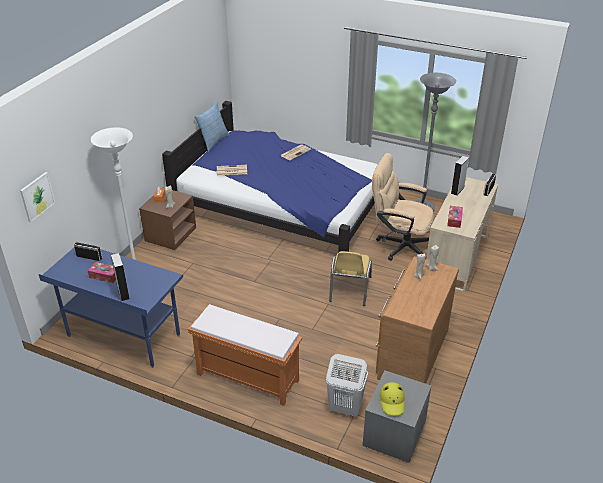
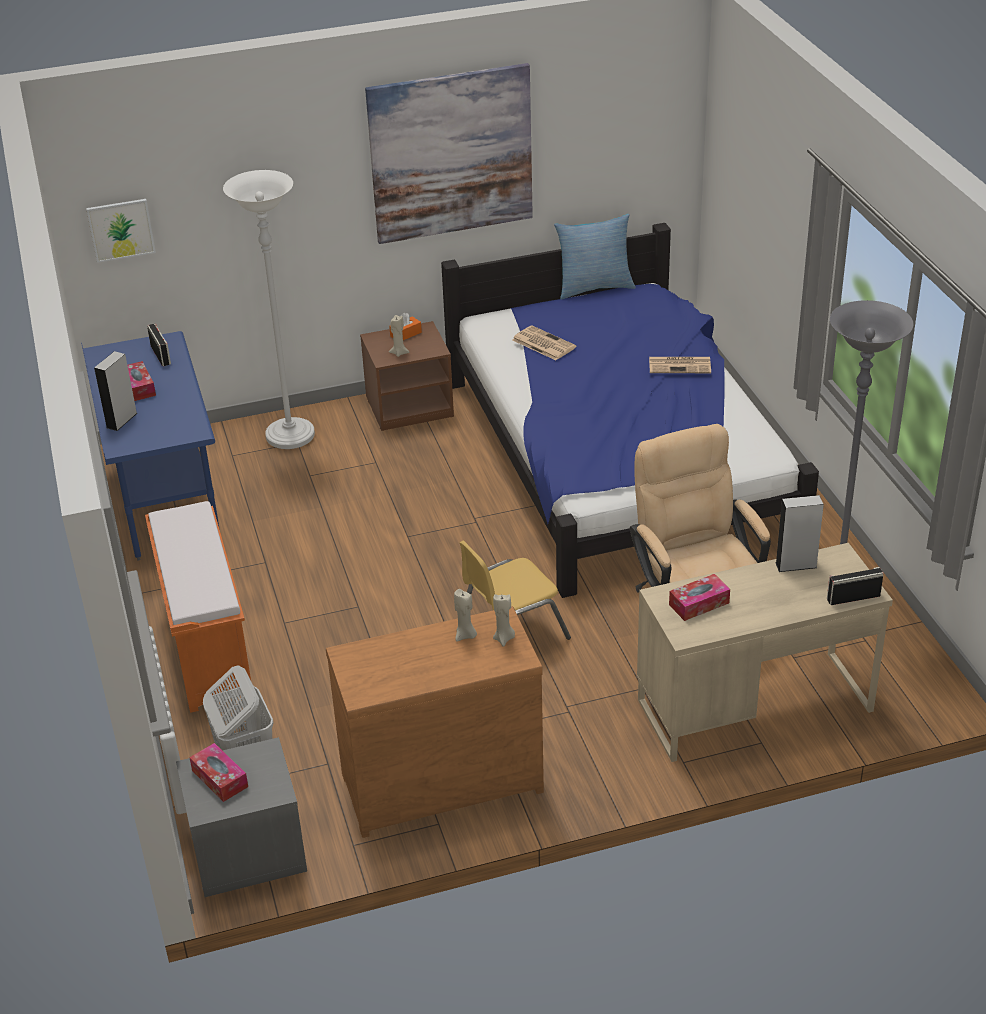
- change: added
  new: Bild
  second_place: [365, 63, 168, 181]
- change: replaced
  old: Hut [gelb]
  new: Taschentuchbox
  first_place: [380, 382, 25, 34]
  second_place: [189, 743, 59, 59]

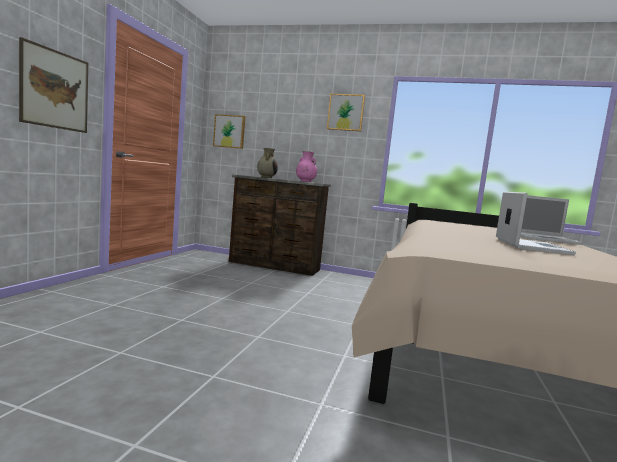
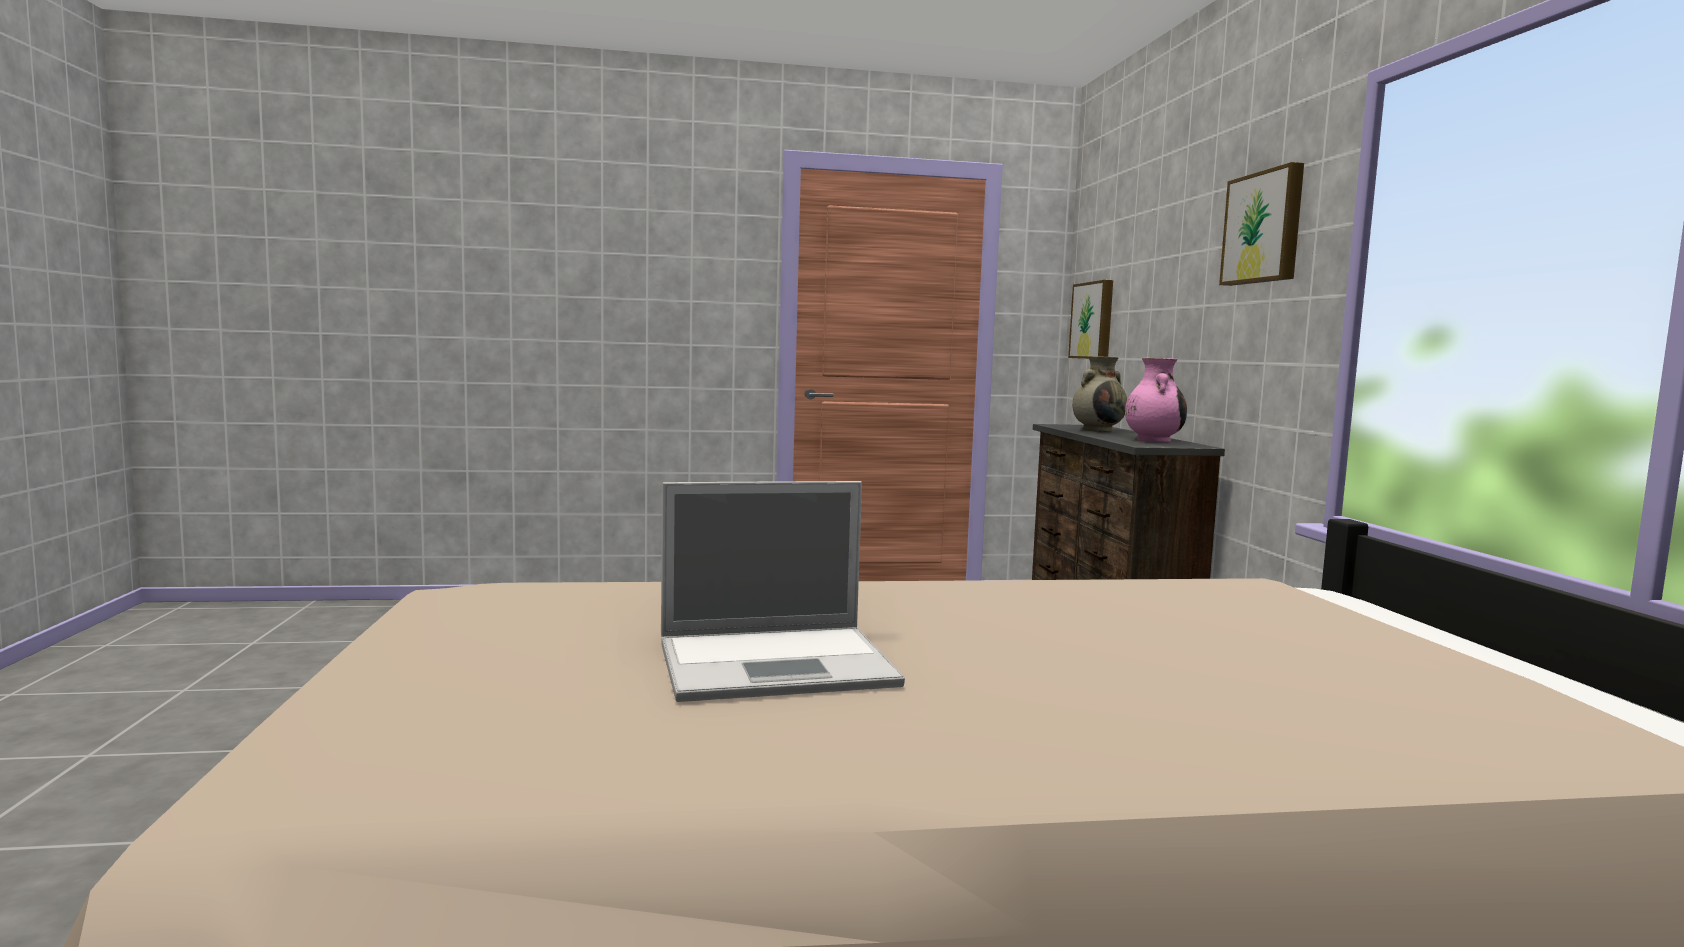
- change: removed
  old: Bild
  first_place: [19, 37, 69, 96]
- change: removed
  old: Laptop
  first_place: [520, 195, 63, 50]

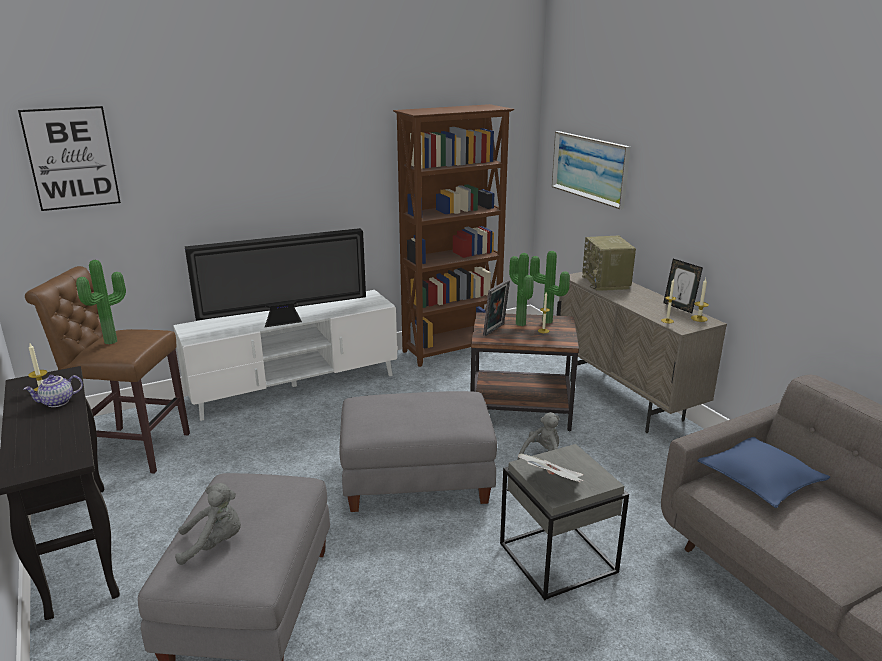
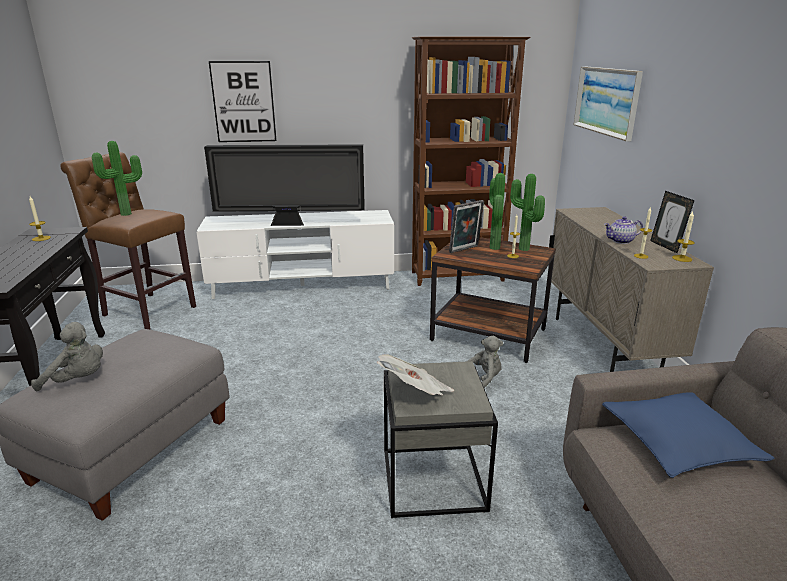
- change: removed
  old: Polsterhocker [grau]
  first_place: [340, 391, 157, 121]
- change: removed
  old: Radio
  first_place: [582, 236, 54, 55]
- change: moved
  old: Bild
  first_place: [18, 106, 103, 105]
  second_place: [209, 61, 67, 81]
- change: moved
  old: Teekanne
  first_place: [24, 375, 59, 32]
  second_place: [604, 217, 39, 27]

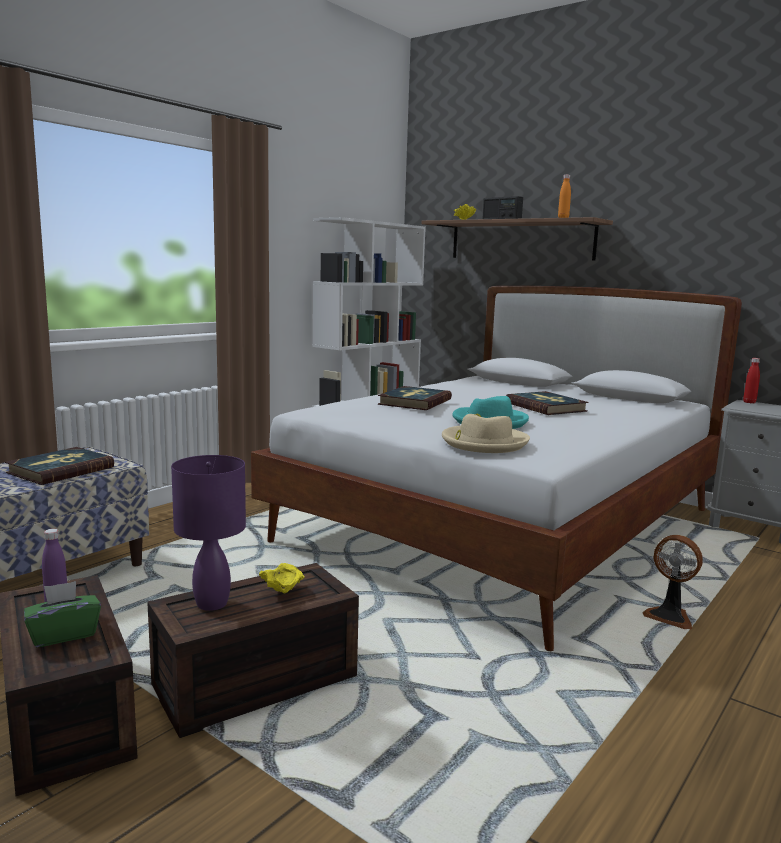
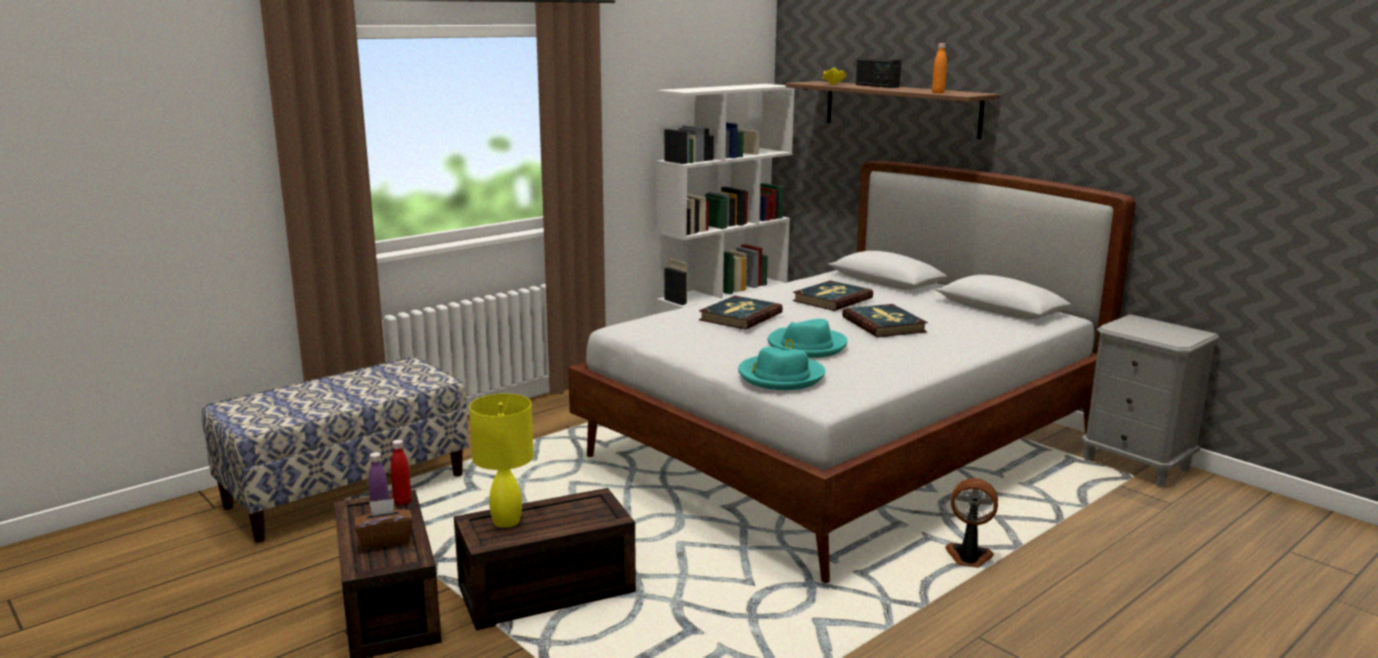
- change: removed
  old: Schüssel [gelb]
  first_place: [259, 563, 46, 30]
- change: moved
  old: Buch
  first_place: [5, 447, 109, 38]
  second_place: [793, 280, 80, 31]
- change: moved
  old: Flasche [rot]
  first_place: [743, 358, 17, 45]
  second_place: [391, 440, 20, 65]
- change: recoloured
  old: Taschentuchbox [grün]
  new: Taschentuchbox [braun]
  first_place: [24, 581, 77, 66]
  second_place: [355, 498, 58, 52]
- change: recoloured
  old: Tischlampe [lila]
  new: Tischlampe [gelb]
  first_place: [171, 455, 75, 156]
  second_place: [469, 394, 65, 134]
- change: recoloured
  old: Hut [beige]
  new: Hut [türkis]
  first_place: [442, 414, 88, 39]
  second_place: [738, 347, 88, 43]
- change: turned
  old: Ventilator
  first_place: [643, 535, 59, 95]
  second_place: [945, 478, 53, 90]
  degrees: 150

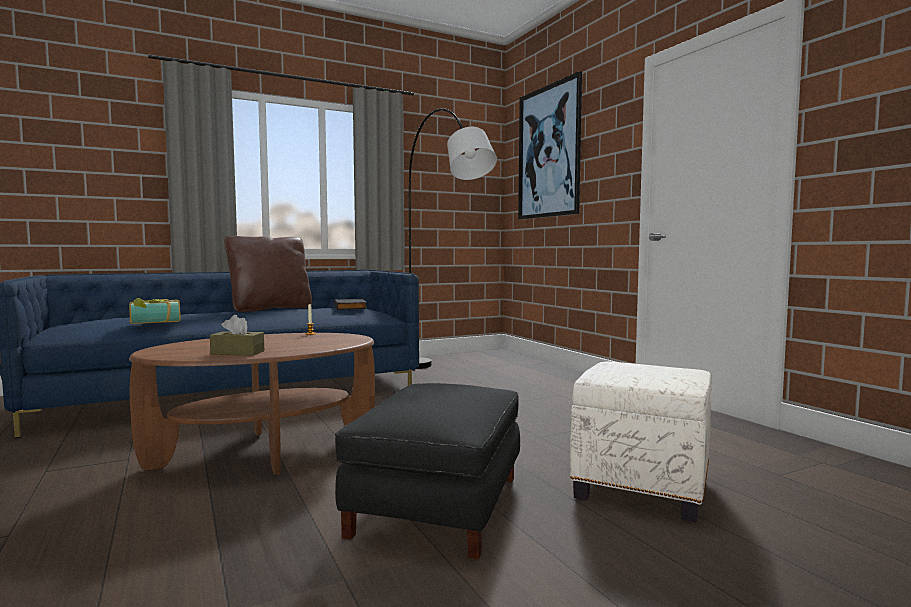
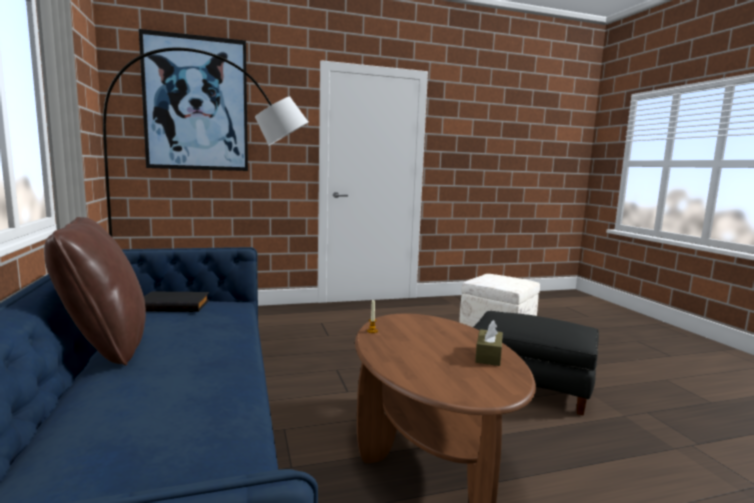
- change: removed
  old: Buch
  first_place: [129, 298, 52, 26]

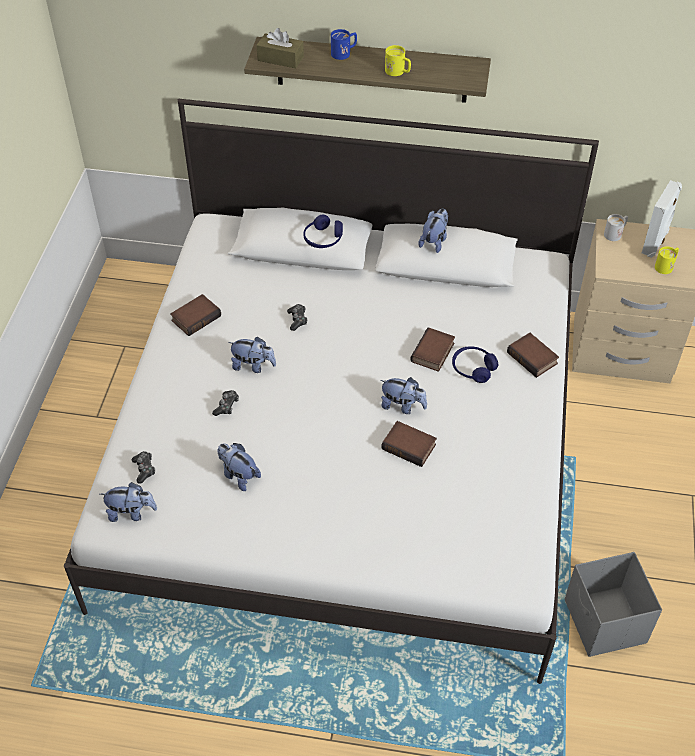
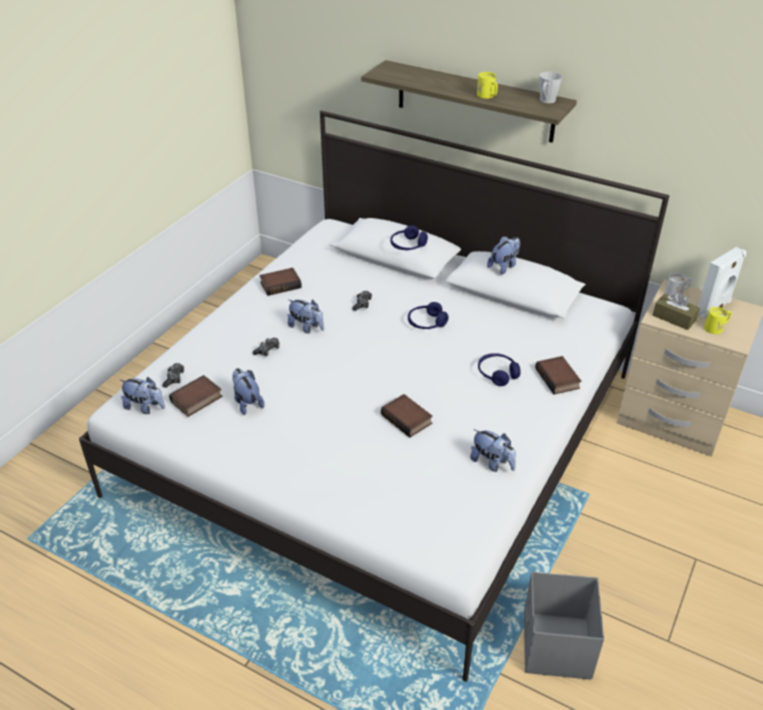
- change: removed
  old: Henkelbecher [blau]
  first_place: [331, 29, 26, 31]
- change: added
  new: Kopfhörer [blau]
  second_place: [408, 302, 41, 27]
- change: added
  new: Henkelbecher [grau]
  second_place: [539, 71, 23, 32]
- change: moved
  old: Taschentuchbox [braun]
  first_place: [257, 28, 47, 40]
  second_place: [653, 292, 47, 38]
- change: moved
  old: Plüschtier
  first_place: [380, 377, 47, 37]
  second_place: [470, 429, 46, 43]
- change: moved
  old: Buch
  first_place: [410, 327, 45, 45]
  second_place: [169, 375, 54, 42]

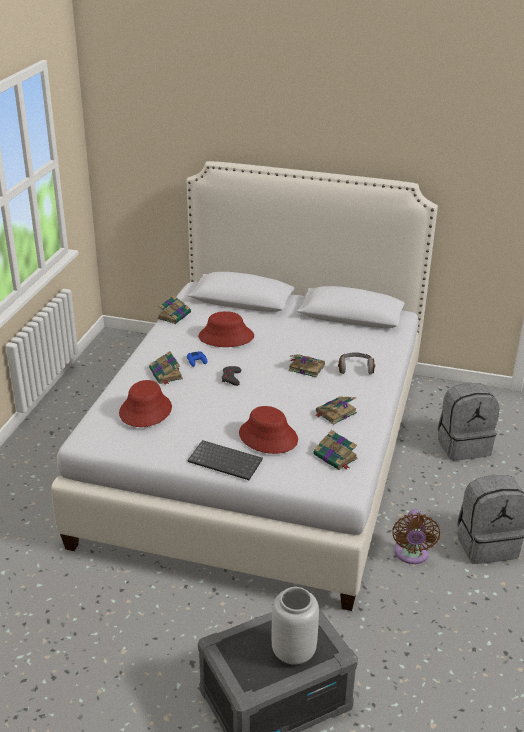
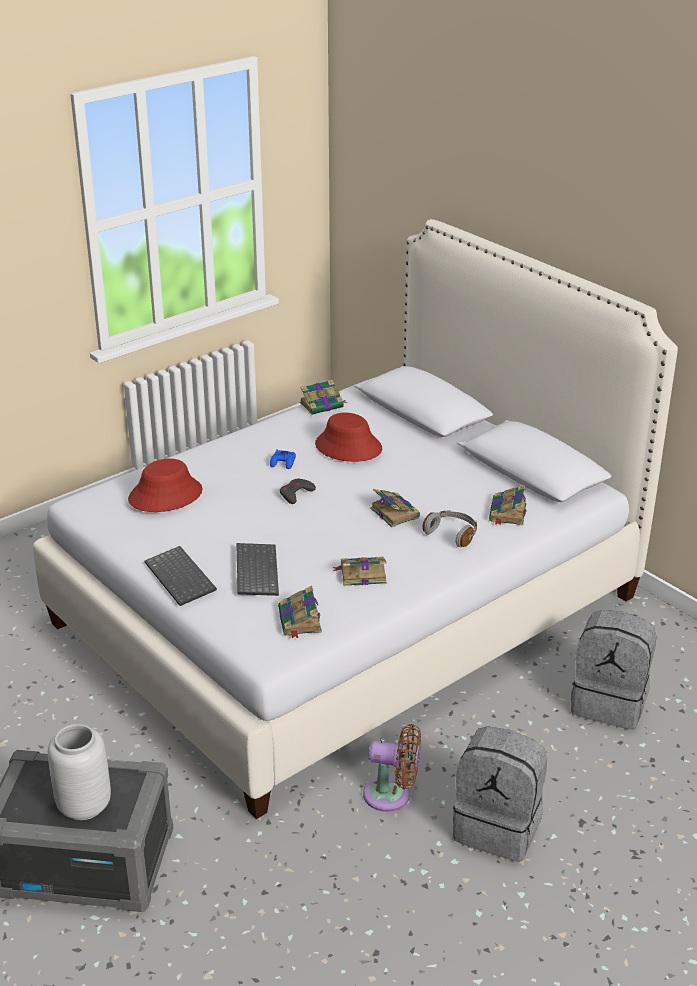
- change: moved
  old: Buch
  first_place: [149, 351, 34, 34]
  second_place: [489, 485, 38, 40]
- change: replaced
  old: Hut [rot]
  new: Tastatur
  first_place: [239, 406, 59, 48]
  second_place: [236, 543, 43, 53]
- change: turned
  old: Ventilator [braun]
  first_place: [392, 509, 48, 55]
  second_place: [363, 724, 58, 88]
  degrees: -120

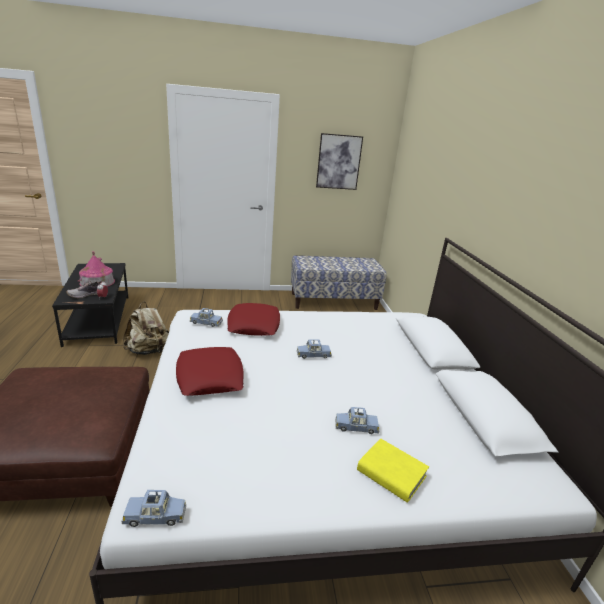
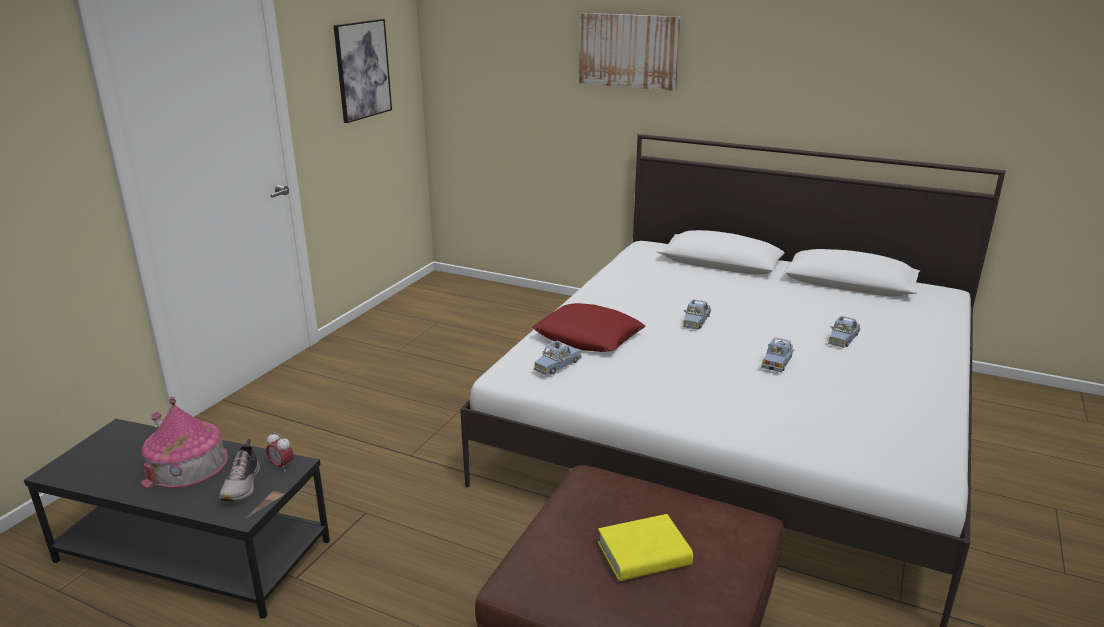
- change: removed
  old: Rucksack [beige]
  first_place: [123, 302, 46, 53]
- change: removed
  old: Kissen [rot]
  first_place: [176, 347, 67, 49]
- change: removed
  old: Bank
  first_place: [291, 255, 96, 55]
- change: added
  new: Bild
  second_place: [579, 13, 102, 78]
- change: moved
  old: Spielzeugauto [blau]
  first_place: [121, 490, 65, 37]
  second_place: [761, 337, 33, 35]
- change: moved
  old: Buch [gelb]
  first_place: [357, 438, 72, 65]
  second_place: [598, 514, 95, 67]

